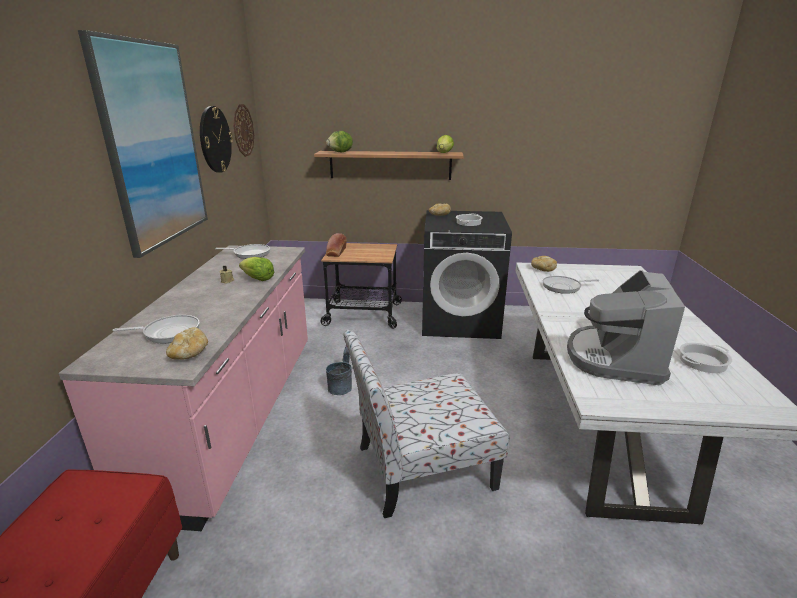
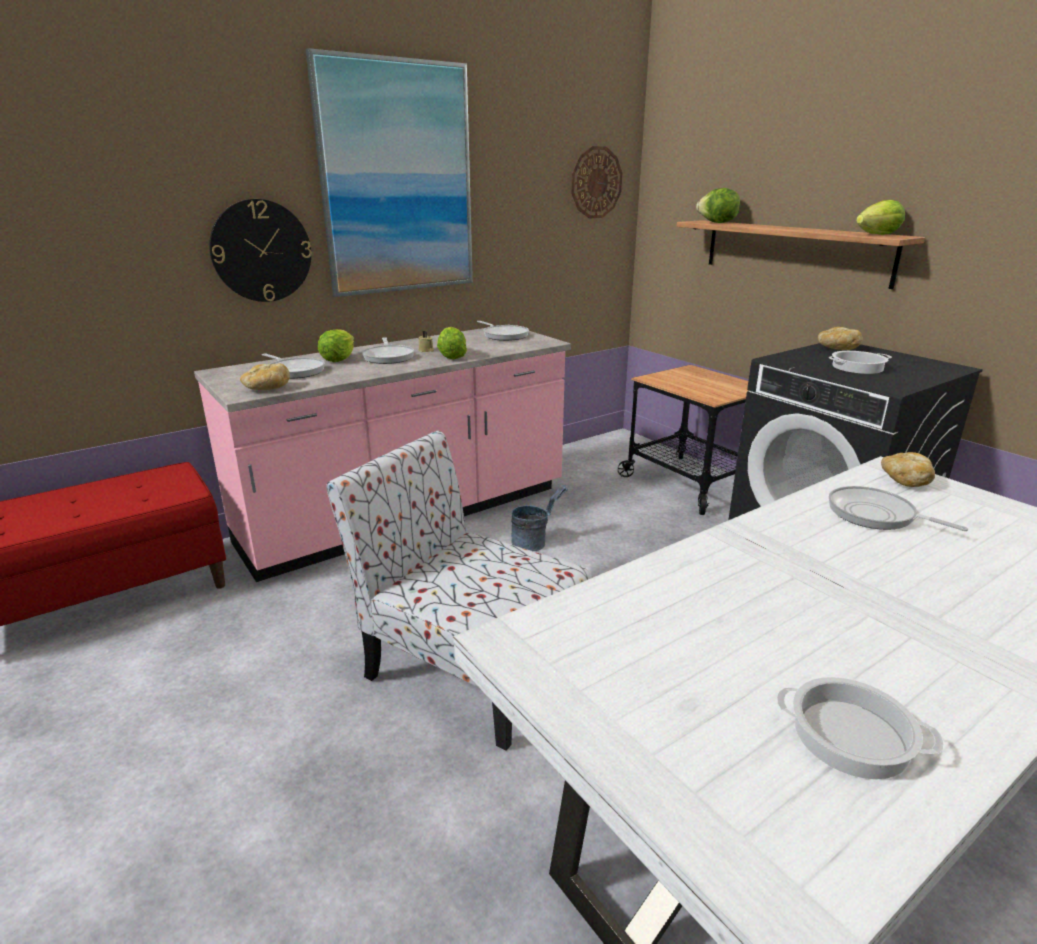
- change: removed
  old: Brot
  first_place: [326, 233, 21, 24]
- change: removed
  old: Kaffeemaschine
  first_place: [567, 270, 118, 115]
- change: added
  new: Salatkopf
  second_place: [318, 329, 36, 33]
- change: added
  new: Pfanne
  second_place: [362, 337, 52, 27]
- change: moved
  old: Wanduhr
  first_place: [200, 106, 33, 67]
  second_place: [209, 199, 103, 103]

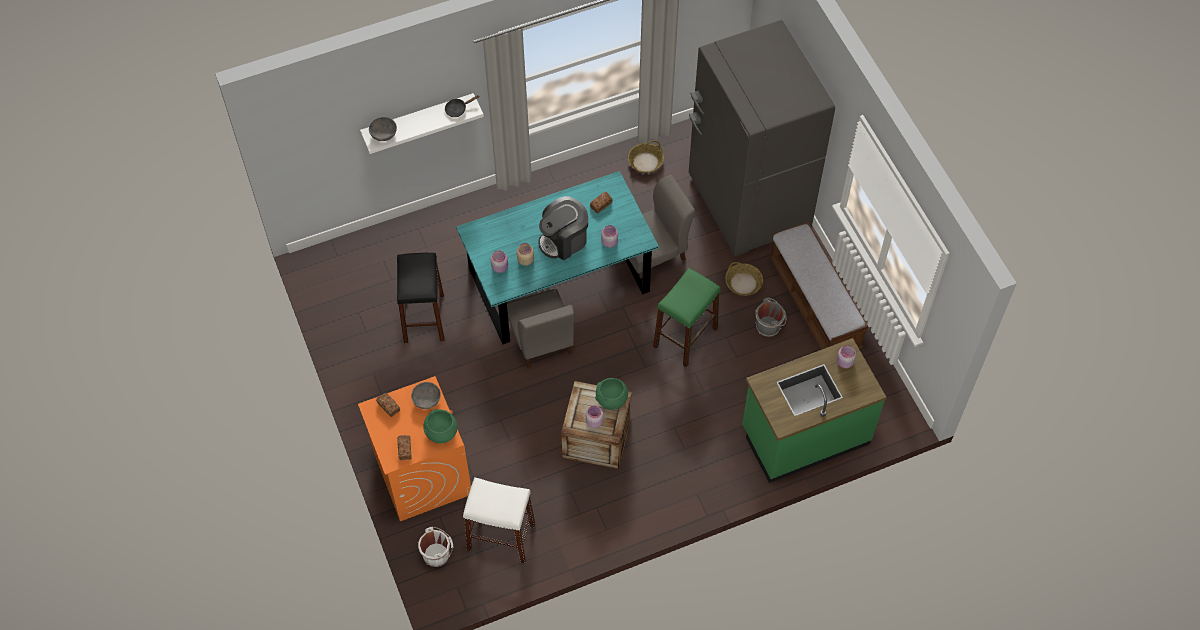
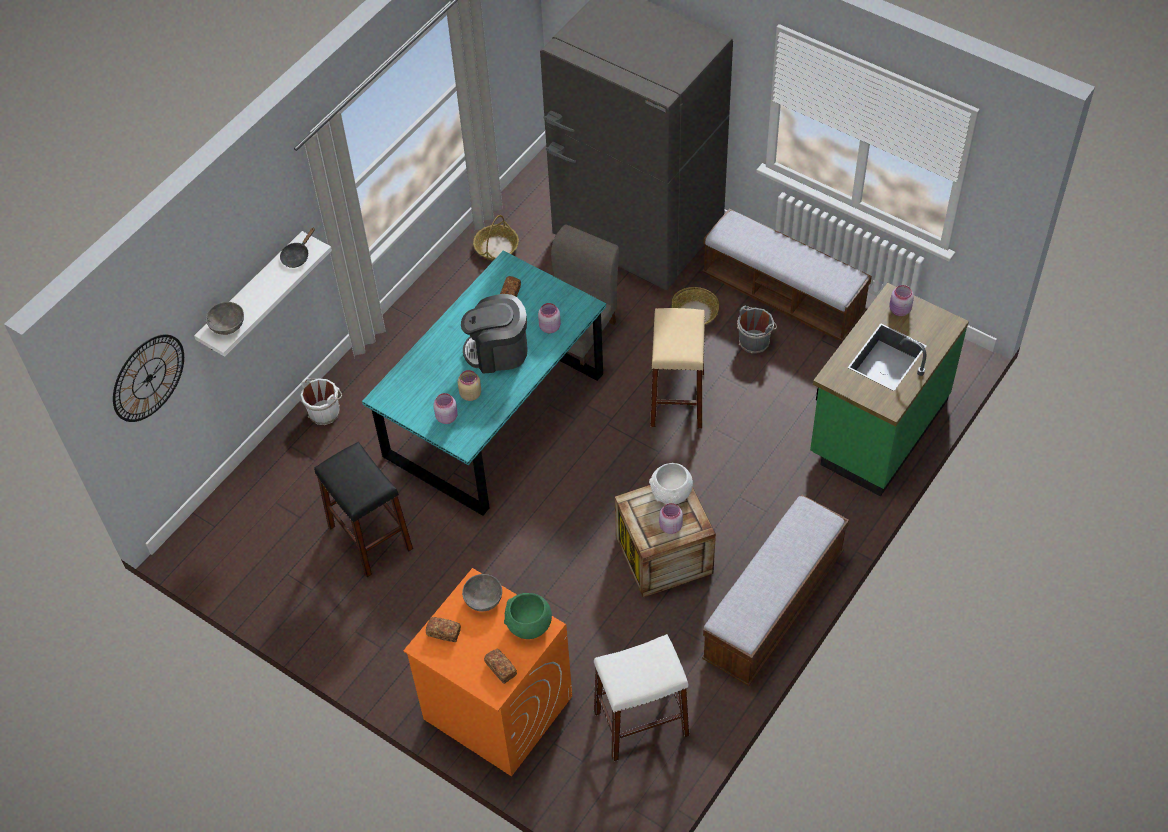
- change: removed
  old: Stuhl [grau]
  first_place: [507, 289, 68, 80]
- change: added
  new: Wanduhr
  second_place: [113, 334, 71, 88]
- change: added
  new: Bank
  second_place: [702, 495, 147, 191]
- change: moved
  old: Eimer [weiß]
  first_place: [418, 527, 35, 40]
  second_place: [300, 377, 42, 48]
- change: recoloured
  old: Schüssel [grün]
  new: Schüssel [weiß]
  first_place: [595, 378, 33, 32]
  second_place: [649, 463, 44, 41]
- change: recoloured
  old: Hocker [grün]
  new: Hocker [beige]
  first_place: [653, 268, 68, 99]
  second_place: [650, 308, 55, 121]
- change: turned
  old: Kaffeemaschine
  first_place: [538, 196, 50, 64]
  second_place: [461, 294, 67, 80]
  degrees: 60

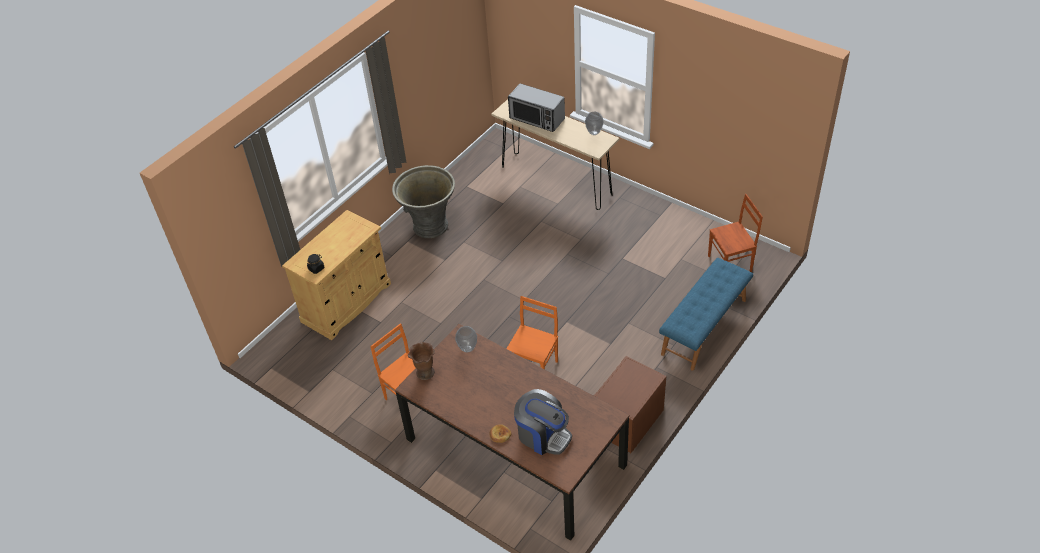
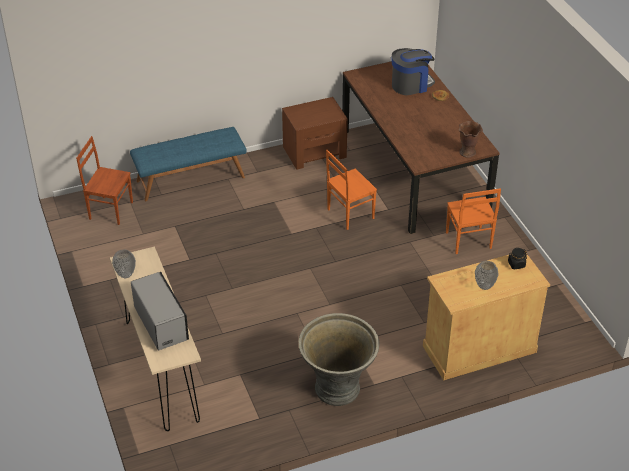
- change: moved
  old: Vase
  first_place: [455, 326, 22, 26]
  second_place: [475, 261, 24, 29]
- change: turned
  old: Kaffeemaschine
  first_place: [514, 389, 58, 66]
  second_place: [391, 48, 44, 47]
  degrees: 90

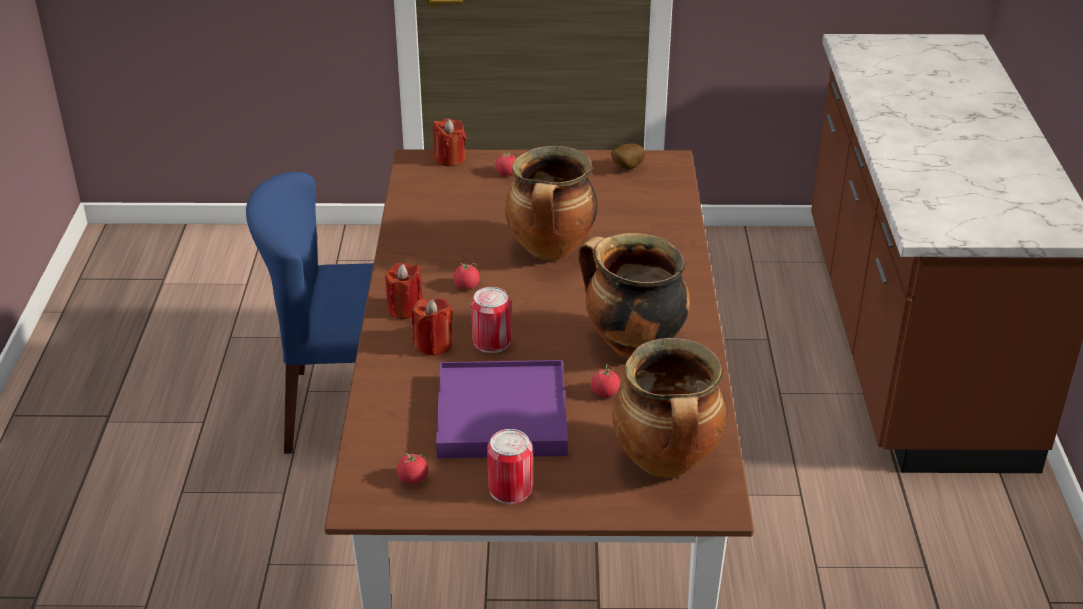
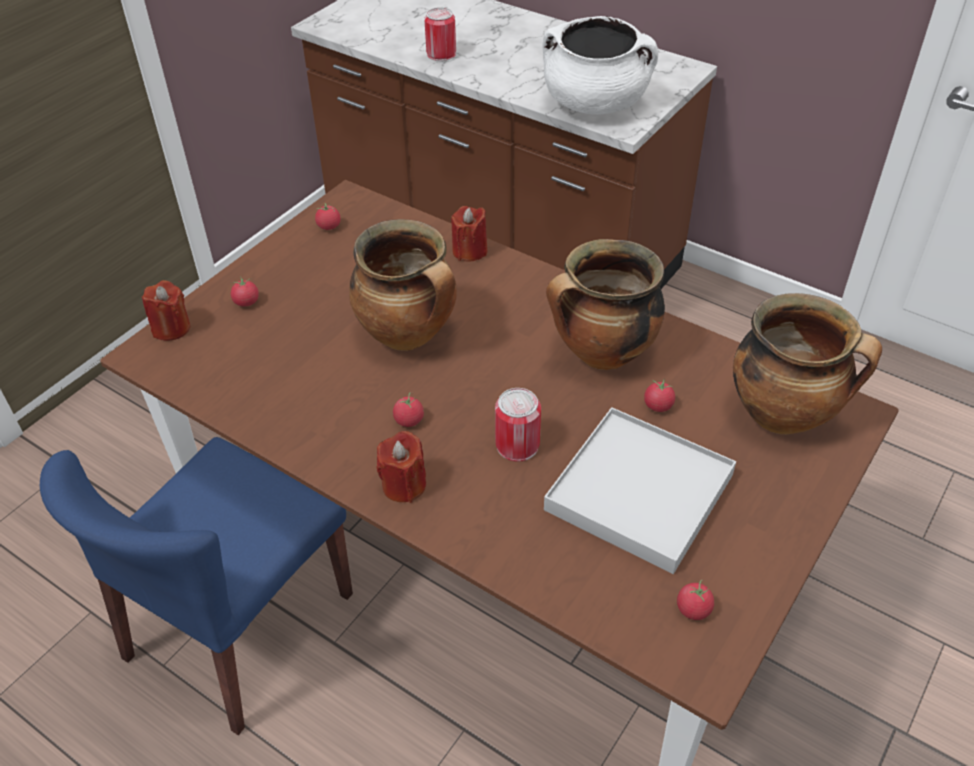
- change: added
  new: Kochtopf [weiß]
  second_place: [542, 16, 116, 99]
- change: moved
  old: Kerze [rot]
  first_place: [412, 298, 41, 58]
  second_place: [451, 206, 36, 55]
- change: moved
  old: Dose
  first_place: [487, 429, 46, 75]
  second_place: [424, 7, 32, 54]
- change: replaced
  old: Kartoffel
  new: Tomate
  first_place: [611, 143, 34, 26]
  second_place: [315, 203, 26, 27]
- change: recoloured
  old: Tablett [lila]
  new: Tablett [weiß]
  first_place: [436, 360, 132, 98]
  second_place: [544, 407, 192, 167]

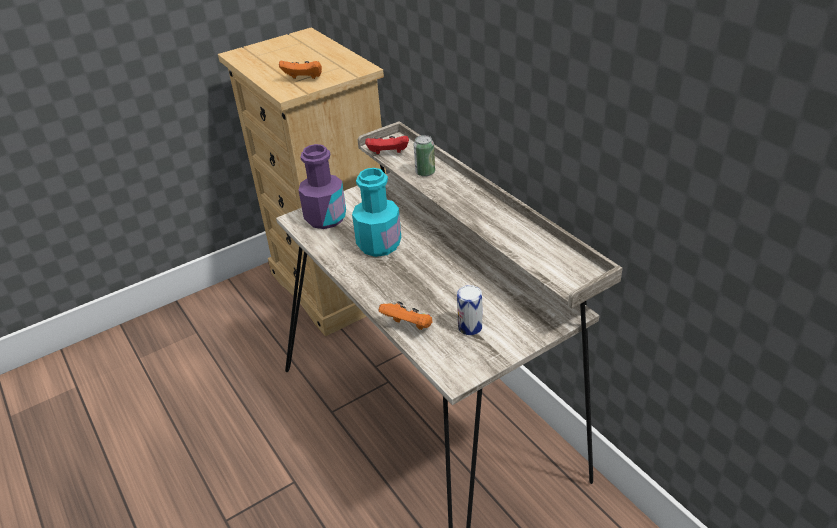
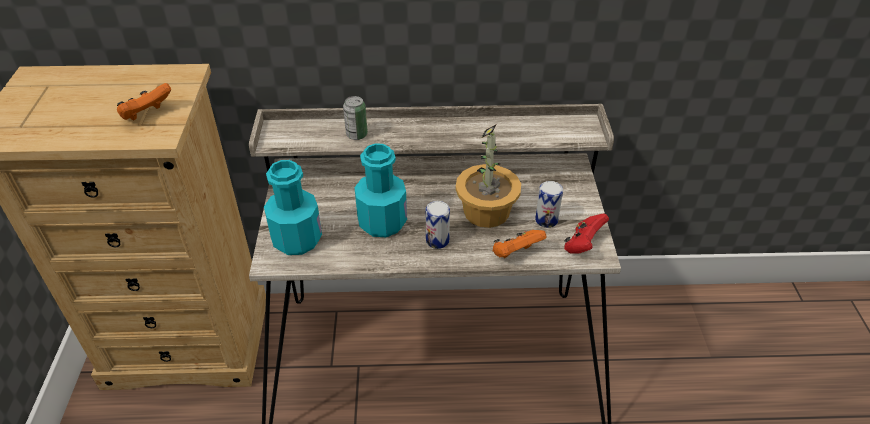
- change: added
  new: Dose
  second_place: [426, 201, 24, 48]
- change: added
  new: Topfpflanze
  second_place: [455, 125, 66, 103]
- change: moved
  old: Gamepad [rot]
  first_place: [365, 136, 44, 18]
  second_place: [564, 213, 45, 40]
- change: recoloured
  old: Flasche [lila]
  new: Flasche [türkis]
  first_place: [299, 144, 47, 85]
  second_place: [264, 160, 58, 95]

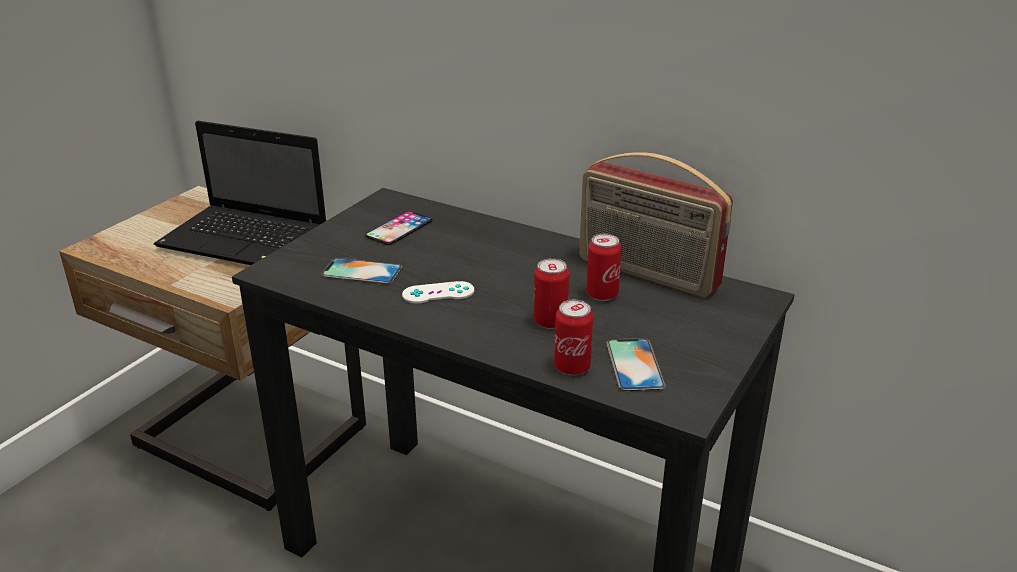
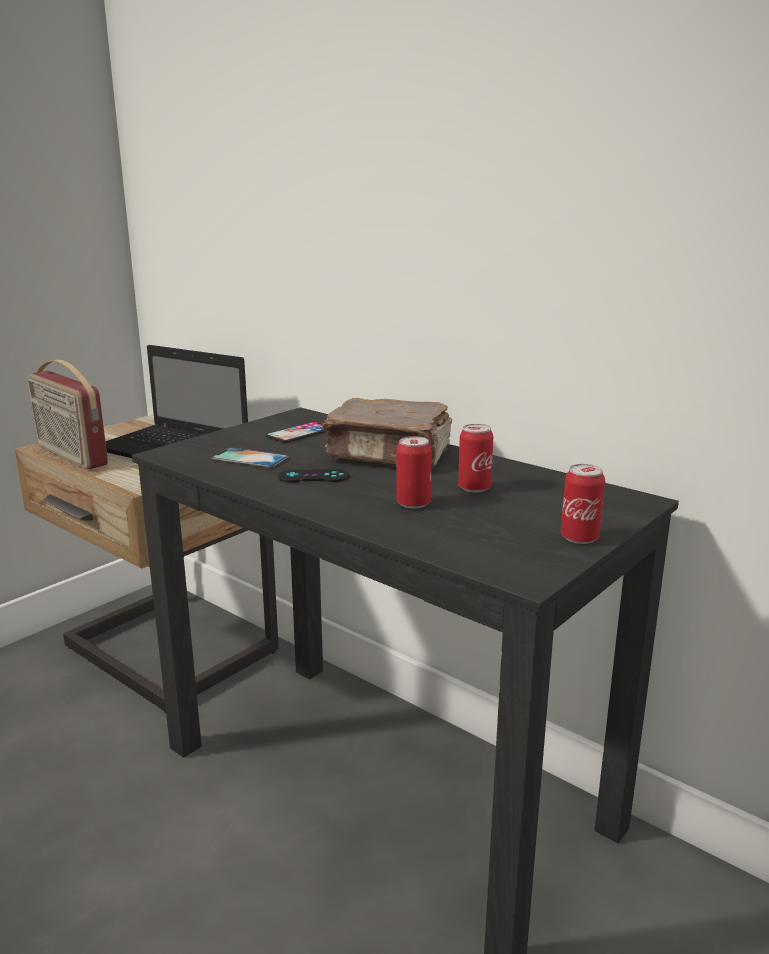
- change: removed
  old: Handy
  first_place: [606, 338, 60, 53]
- change: added
  new: Buch [braun]
  second_place: [321, 398, 131, 72]
- change: moved
  old: Dose
  first_place: [554, 300, 40, 75]
  second_place: [561, 464, 44, 80]
- change: moved
  old: Radio
  first_place: [579, 152, 154, 145]
  second_place: [27, 360, 81, 109]
- change: recoloured
  old: Gamepad [weiß]
  new: Gamepad [schwarz]
  first_place: [402, 281, 72, 22]
  second_place: [278, 469, 71, 14]

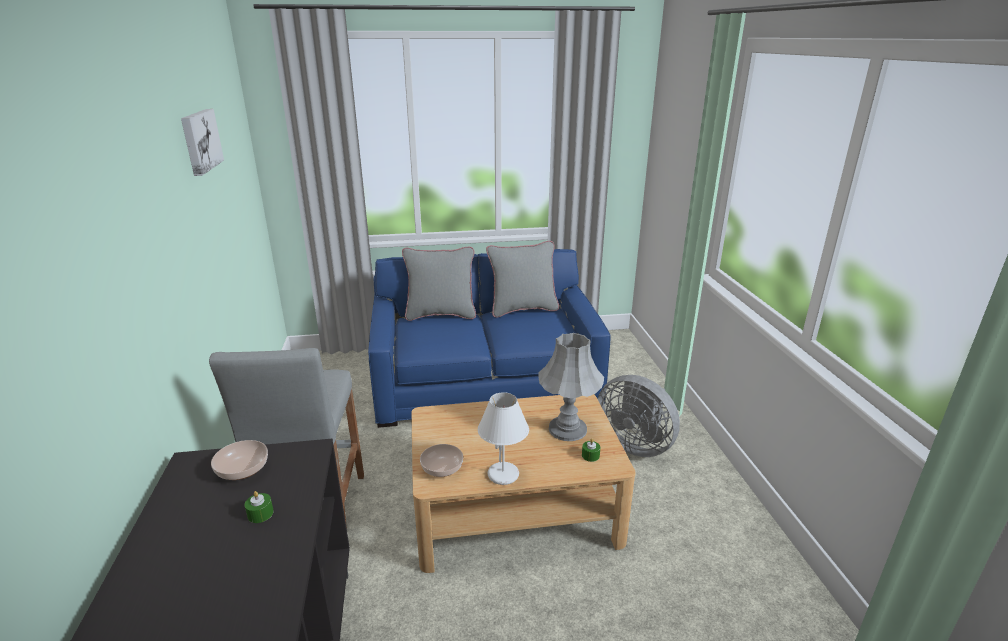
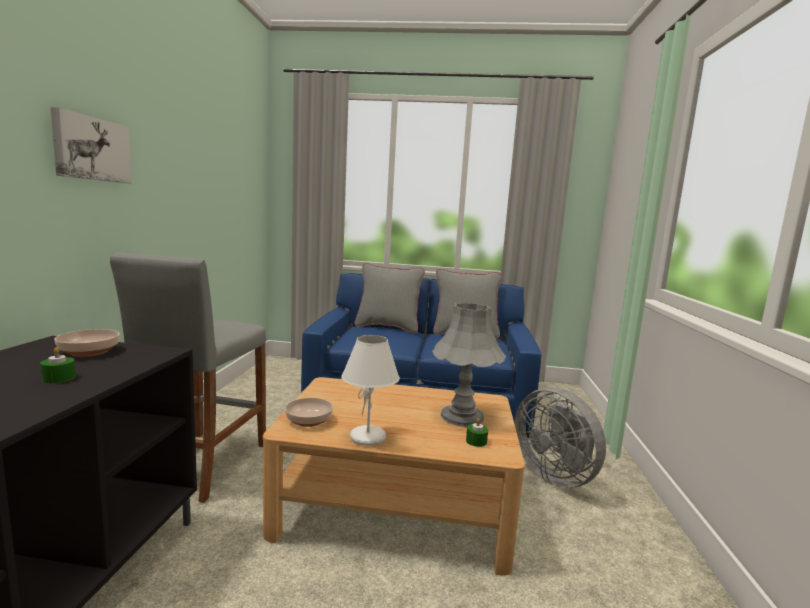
- change: moved
  old: Bild
  first_place: [181, 109, 43, 67]
  second_place: [50, 107, 82, 76]

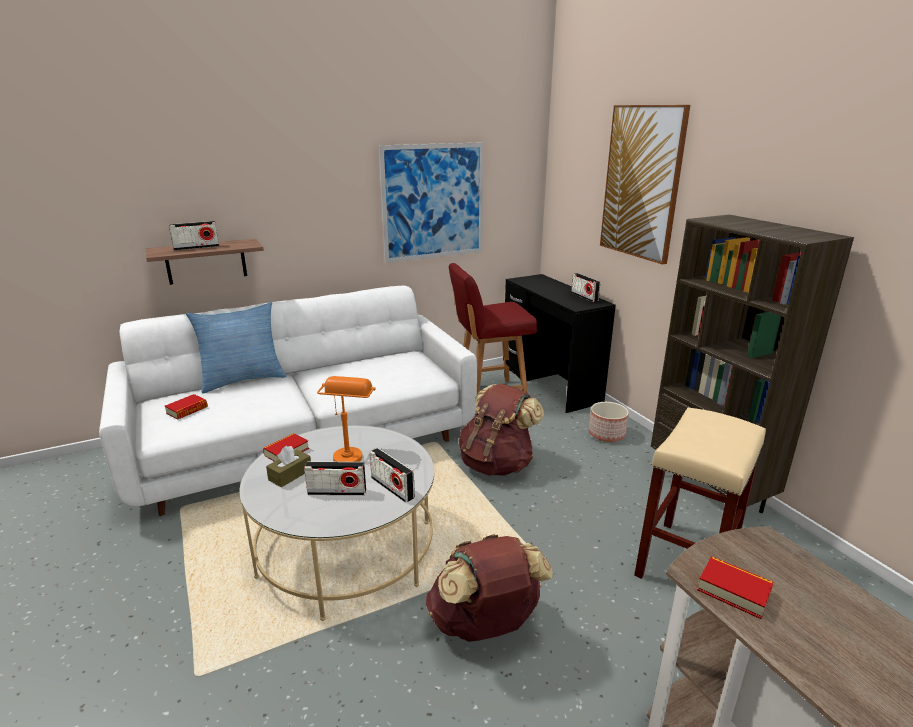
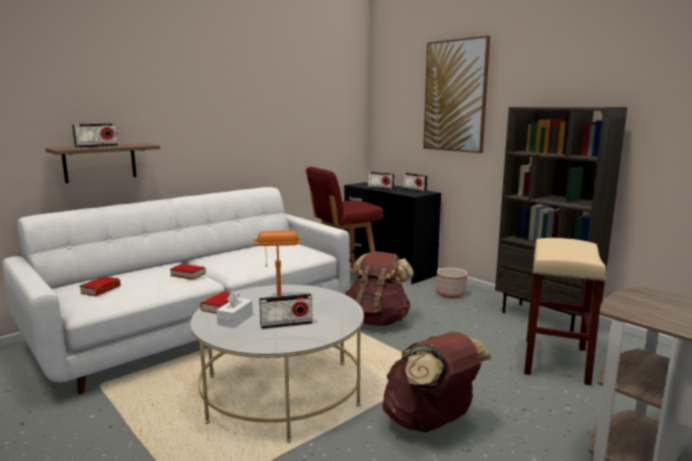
- change: removed
  old: Kissen
  first_place: [186, 302, 101, 92]
- change: removed
  old: Bild
  first_place: [379, 142, 105, 121]
- change: moved
  old: Radio
  first_place: [370, 448, 45, 55]
  second_place: [368, 172, 26, 18]
- change: moved
  old: Buch
  first_place: [697, 556, 77, 63]
  second_place: [170, 264, 36, 16]
- change: recoloured
  old: Taschentuchbox [braun]
  new: Taschentuchbox [weiß]
  first_place: [266, 446, 45, 42]
  second_place: [217, 291, 36, 36]

